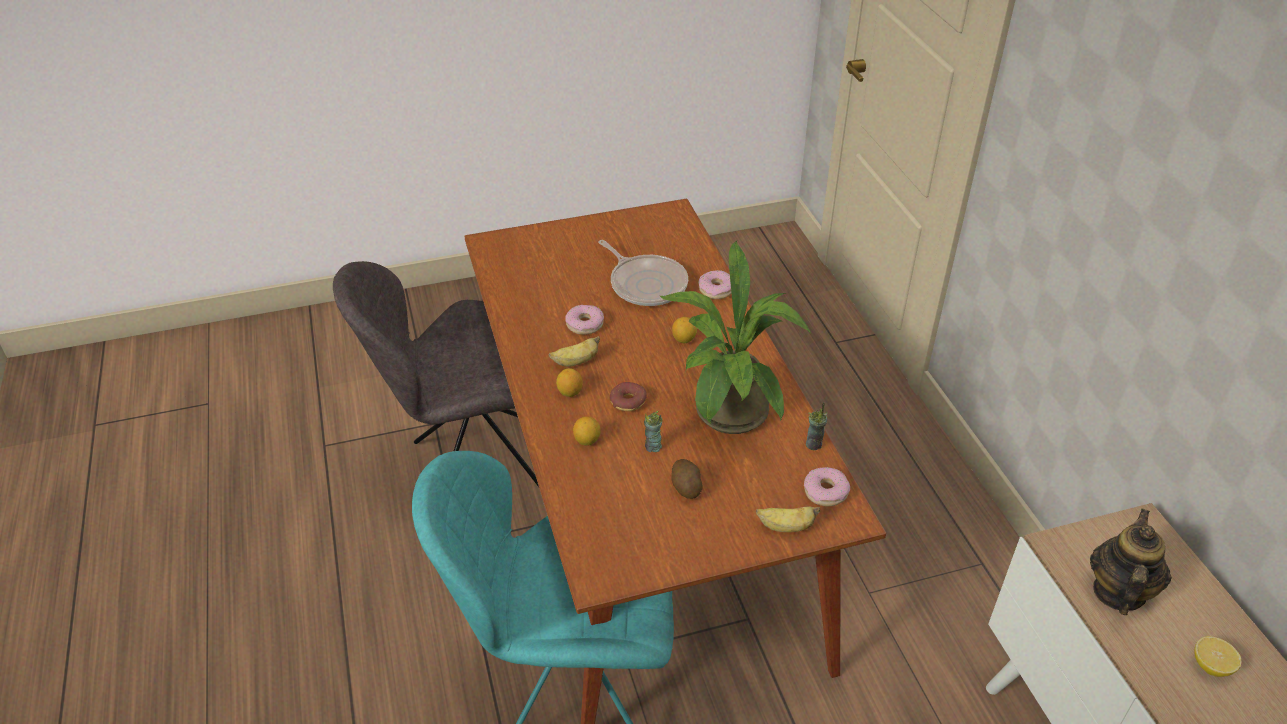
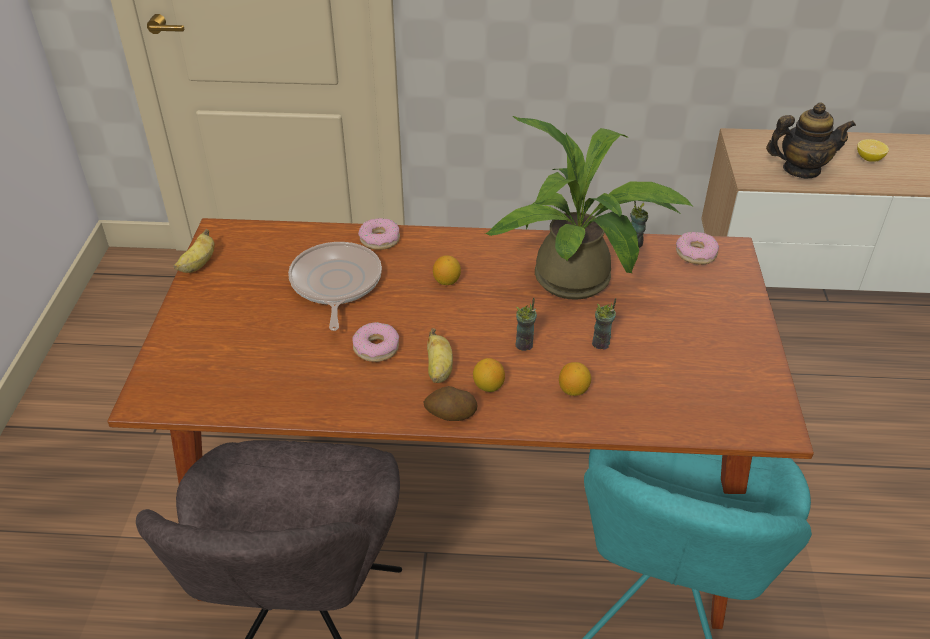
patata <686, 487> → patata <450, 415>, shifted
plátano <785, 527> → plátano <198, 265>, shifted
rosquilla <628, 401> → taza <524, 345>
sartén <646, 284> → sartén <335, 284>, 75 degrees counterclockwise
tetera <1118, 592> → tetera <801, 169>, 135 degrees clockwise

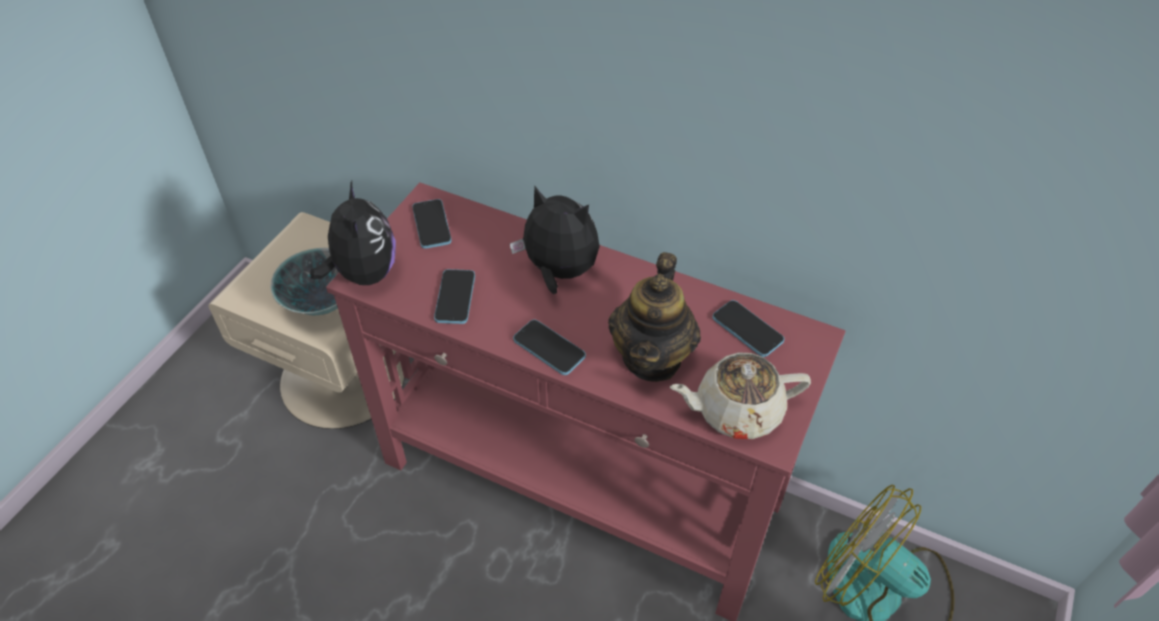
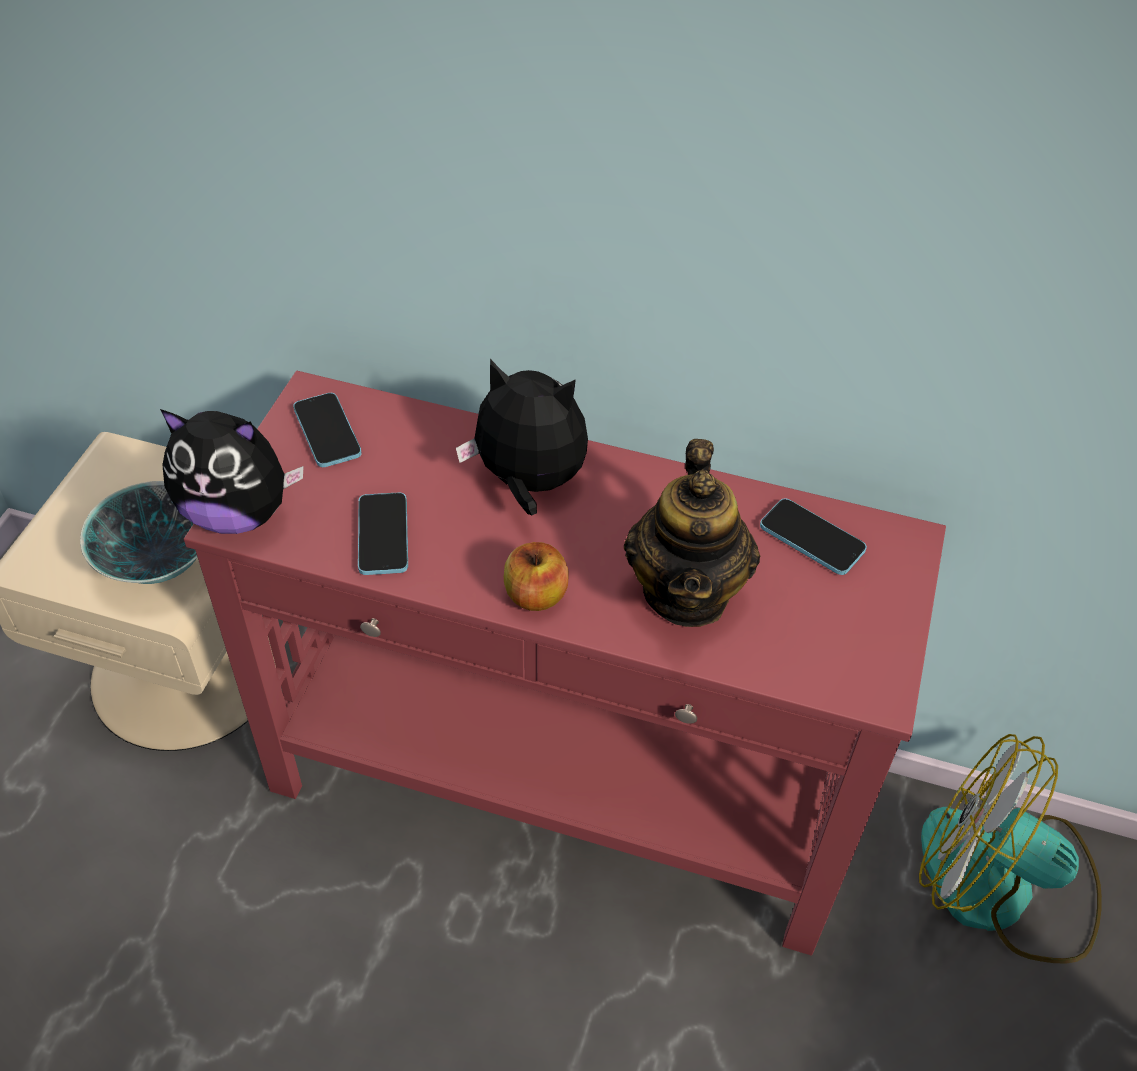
tetera/beis <736, 411> → -
móvil <549, 348> → manzana <536, 595>
peluche <363, 273> → peluche <238, 513>, 120 degrees clockwise

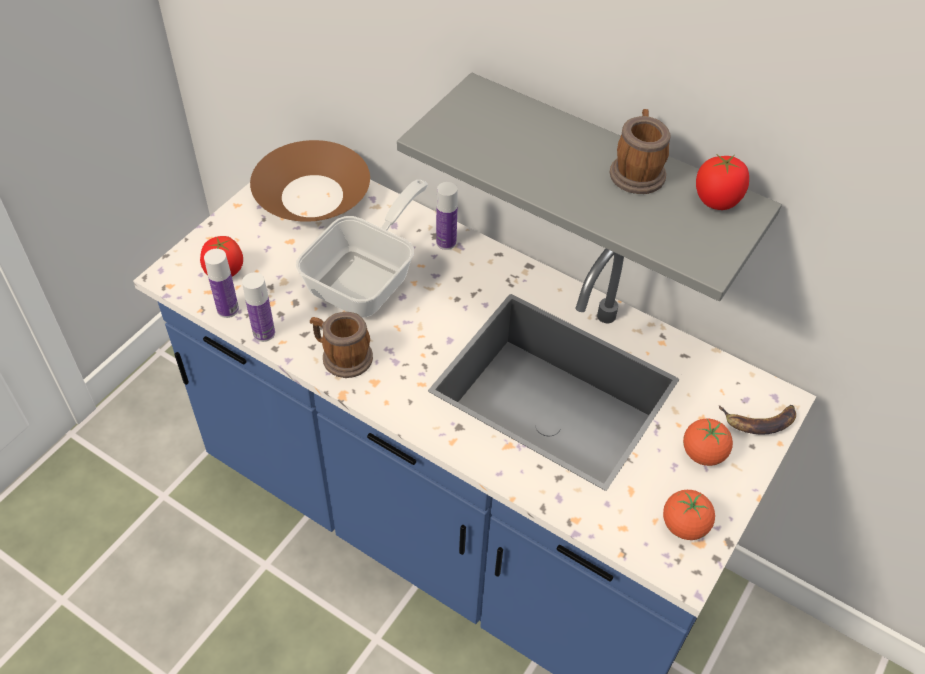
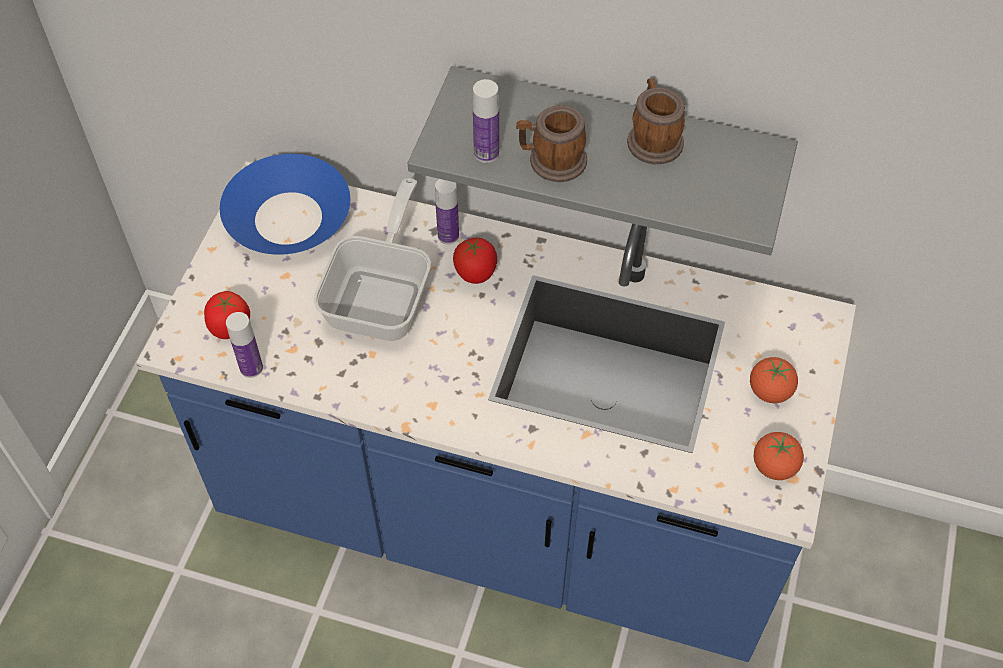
plátano <759, 421> → -
botella <264, 333> → botella <486, 153>, shifted
taza grande <342, 356> → taza grande <551, 161>, shifted
tomate <717, 201> → tomate <476, 273>, shifted
cuenco/marrón <313, 195> → cuenco/azul <289, 217>

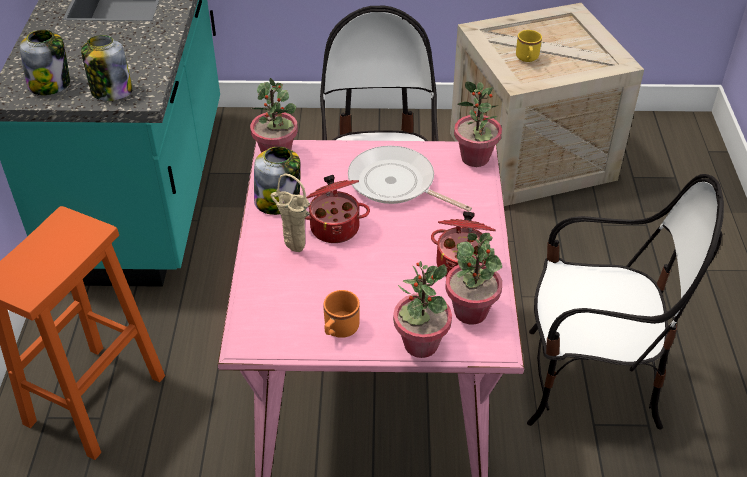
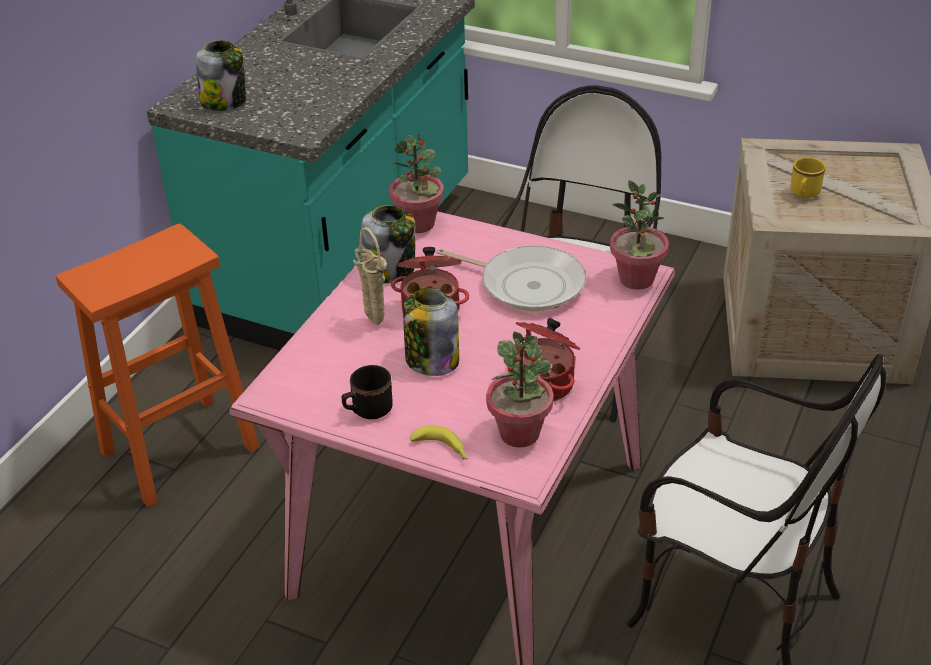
tarro <111, 91> → tarro <431, 360>, shifted
planta en maceta <420, 344> → plátano <442, 449>
taza grande/naranja <339, 330> → taza grande/negro <367, 411>
sartén <396, 184> → sartén <527, 284>, 150 degrees clockwise

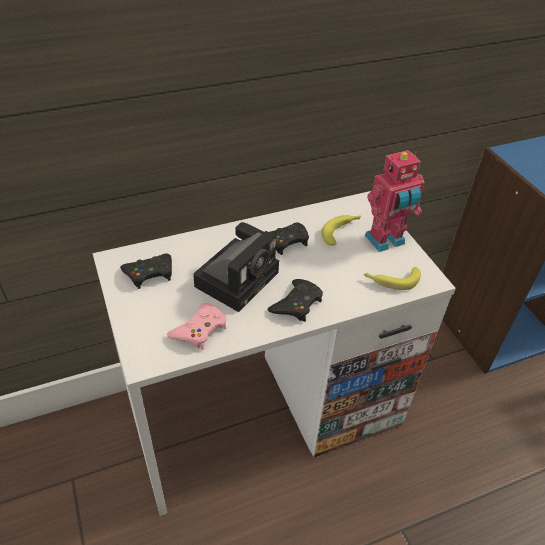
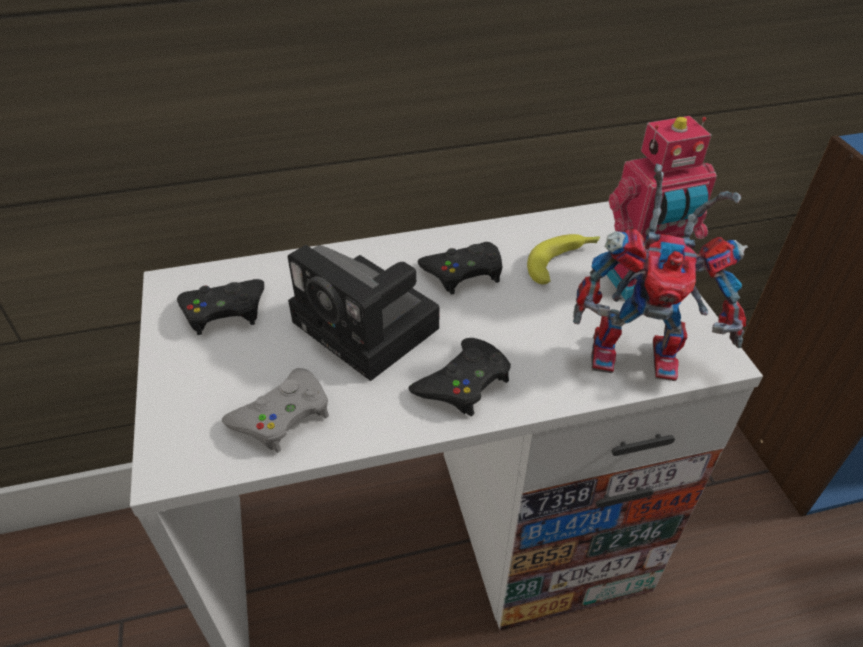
plátano <391, 280> → robot de juguete <641, 352>
mando de consola/rosa <199, 330> → mando de consola/gris <282, 415>
cámara <238, 277> → cámara <371, 327>, 90 degrees clockwise

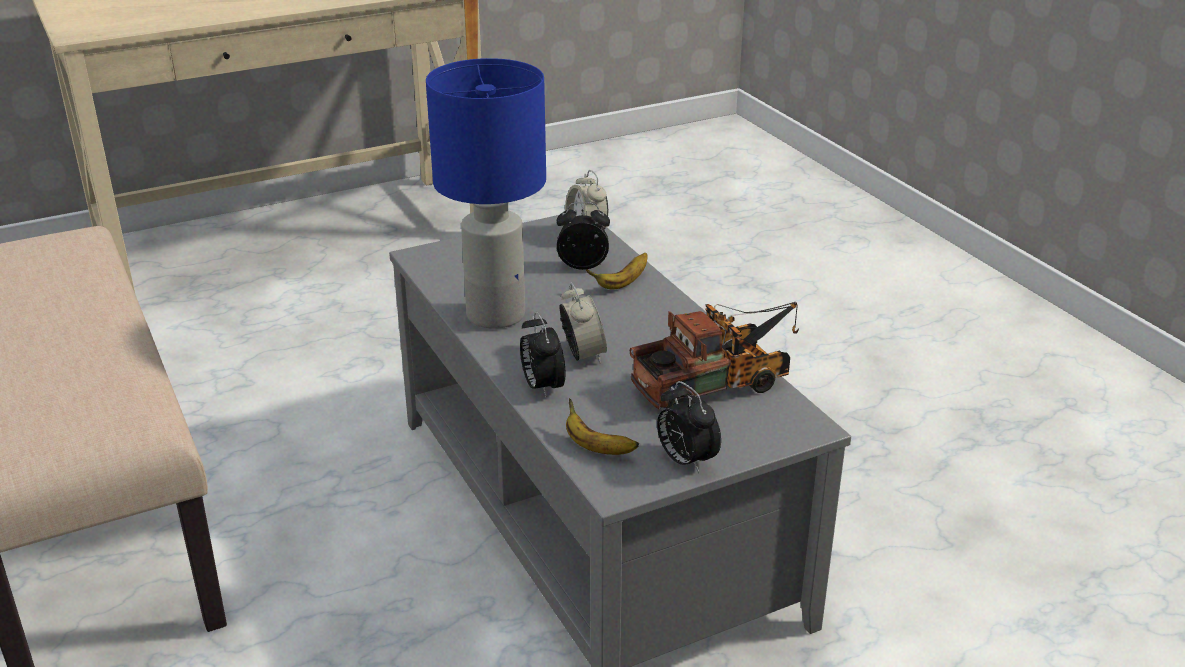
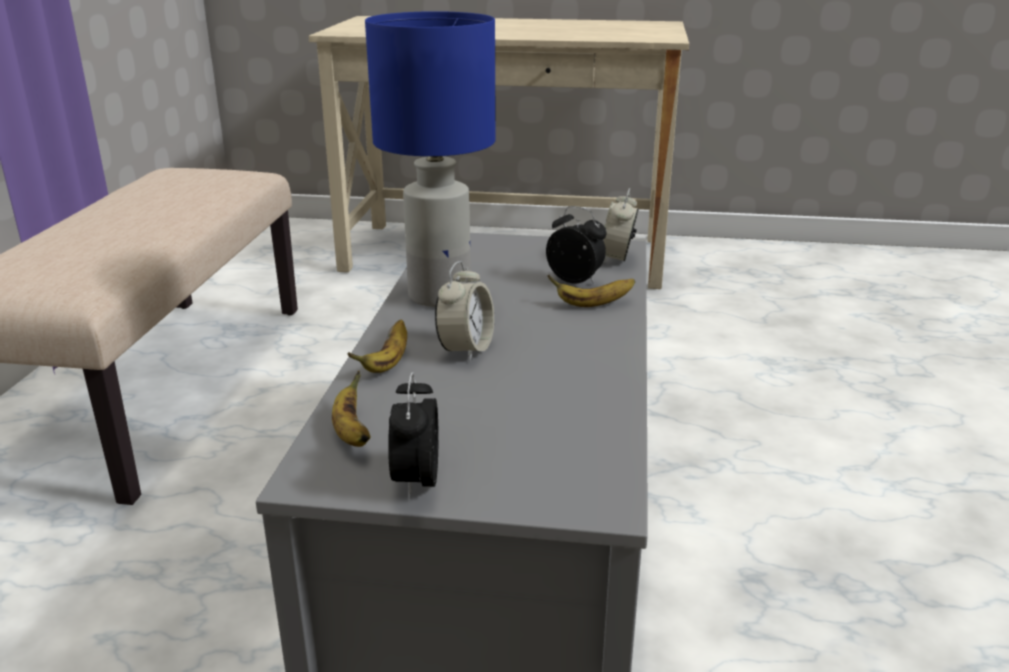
camión de juguete <719, 384> → -
despertador <542, 387> → plátano <387, 363>

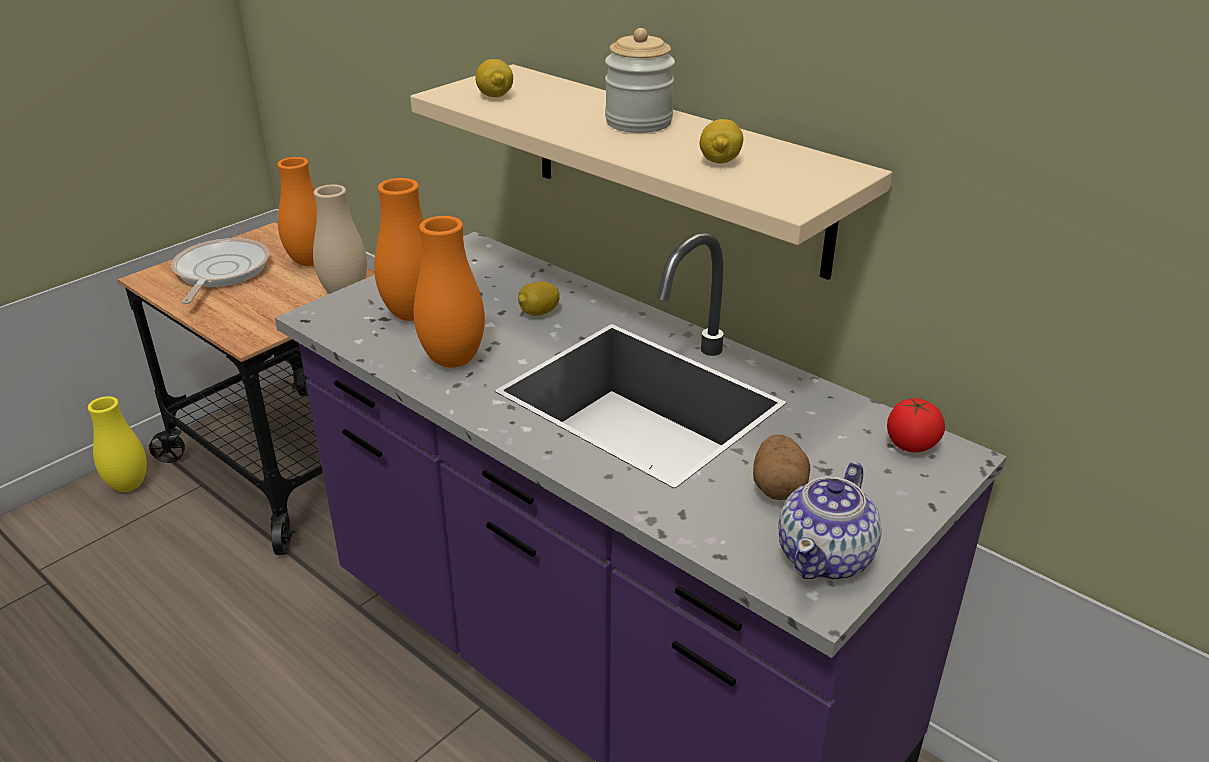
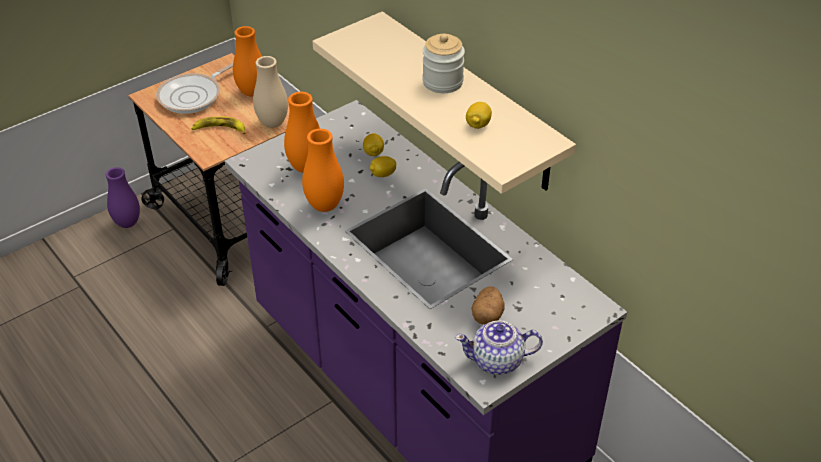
tomate <911, 444> → -
- → plátano <219, 129>
limón <495, 96> → limón <373, 153>, shifted
florero/amarillo <129, 485> → florero/morado <127, 223>
sartén <219, 272> → sartén <193, 96>, 150 degrees counterclockwise
tetera <826, 557> → tetera <497, 361>, 45 degrees clockwise

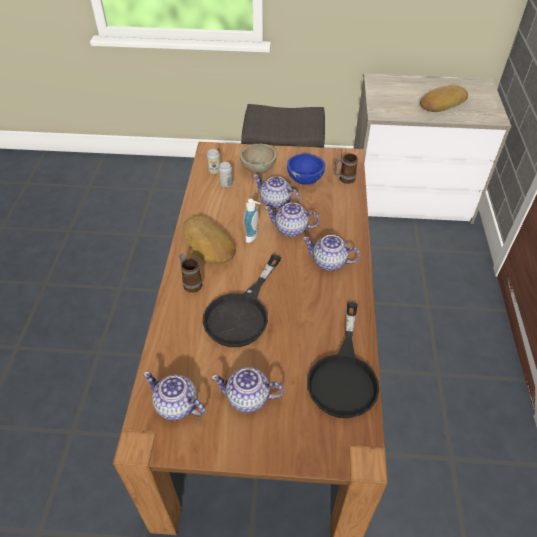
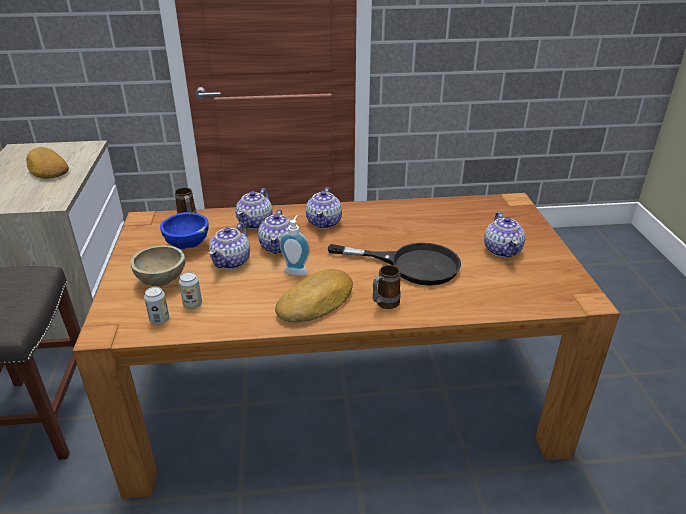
sartén/negro <344, 375> → -
tetera <177, 406> → tetera <256, 223>, shifted

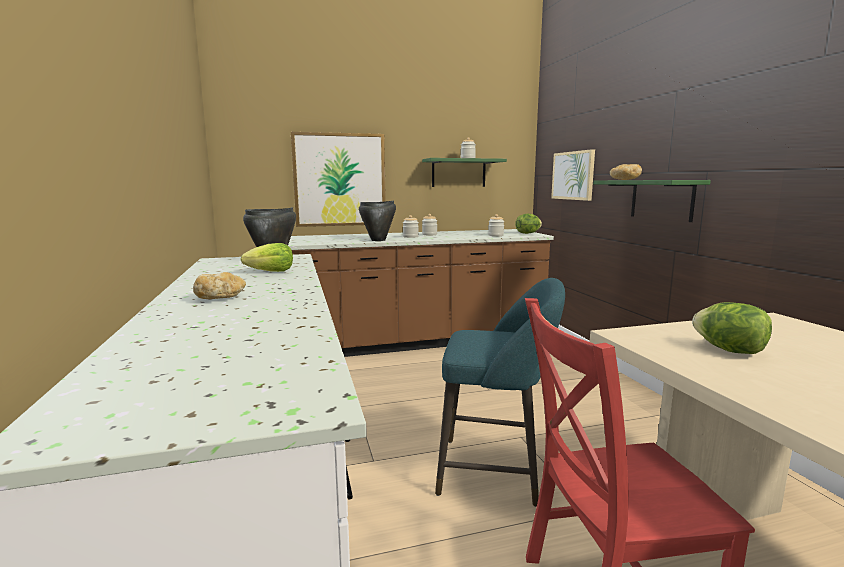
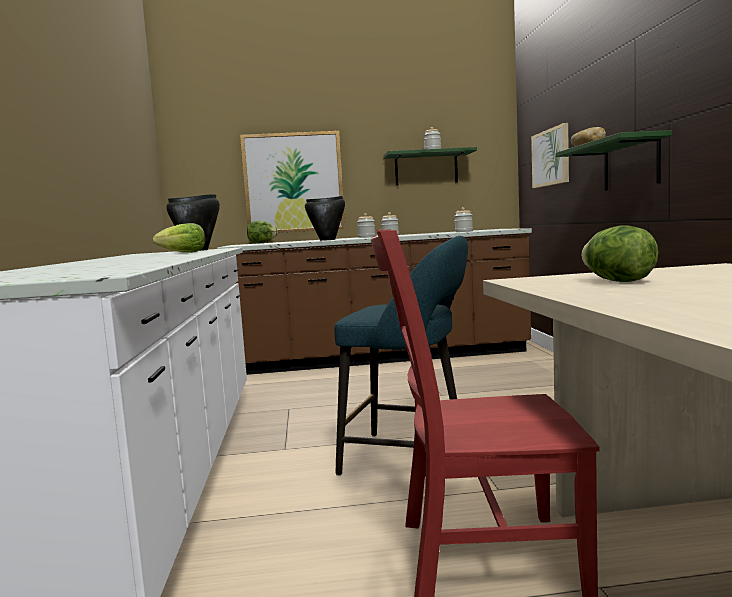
pan <220, 297> → -
lechuga <528, 233> → lechuga <262, 243>, shifted

